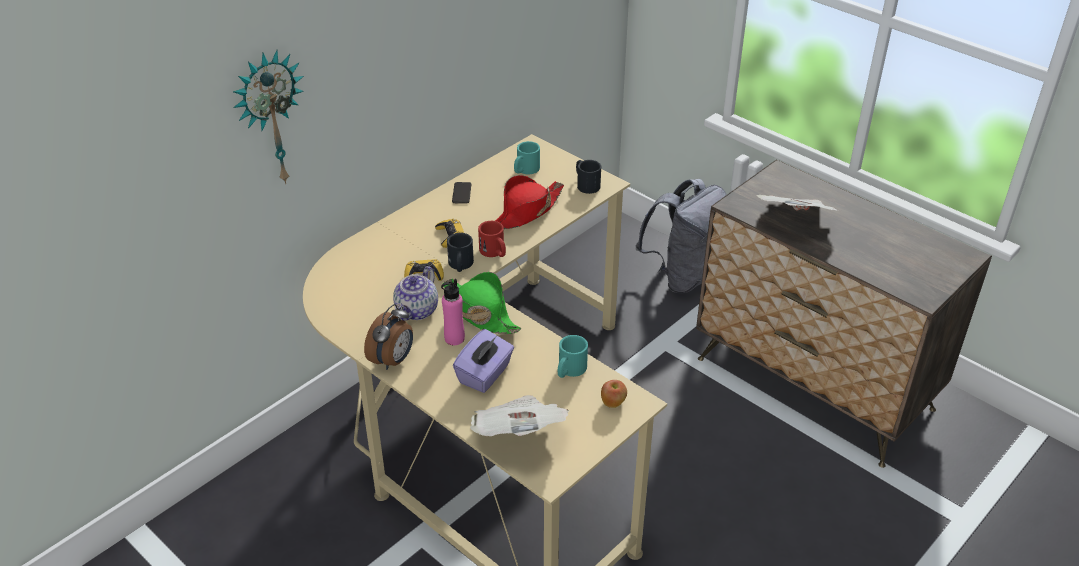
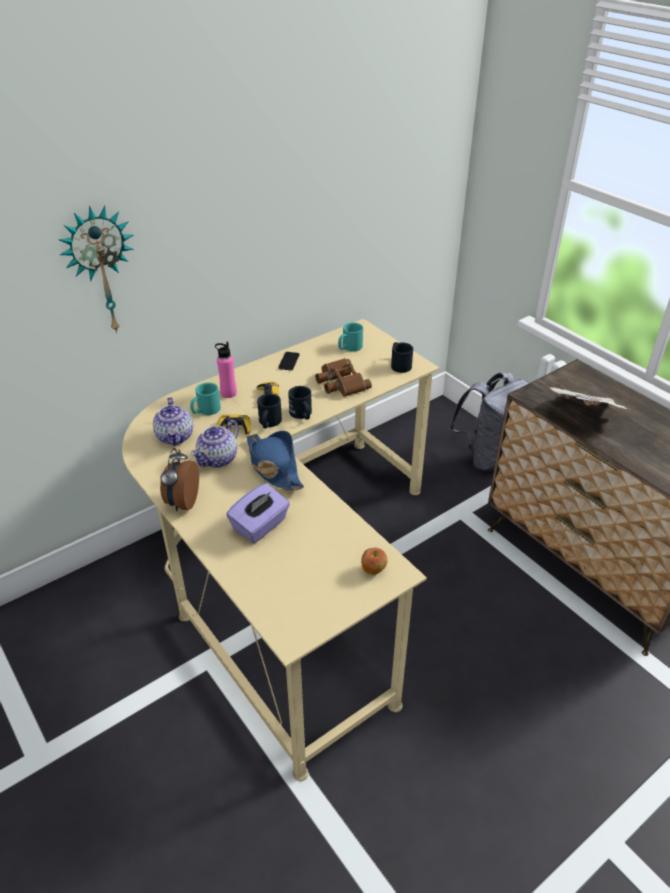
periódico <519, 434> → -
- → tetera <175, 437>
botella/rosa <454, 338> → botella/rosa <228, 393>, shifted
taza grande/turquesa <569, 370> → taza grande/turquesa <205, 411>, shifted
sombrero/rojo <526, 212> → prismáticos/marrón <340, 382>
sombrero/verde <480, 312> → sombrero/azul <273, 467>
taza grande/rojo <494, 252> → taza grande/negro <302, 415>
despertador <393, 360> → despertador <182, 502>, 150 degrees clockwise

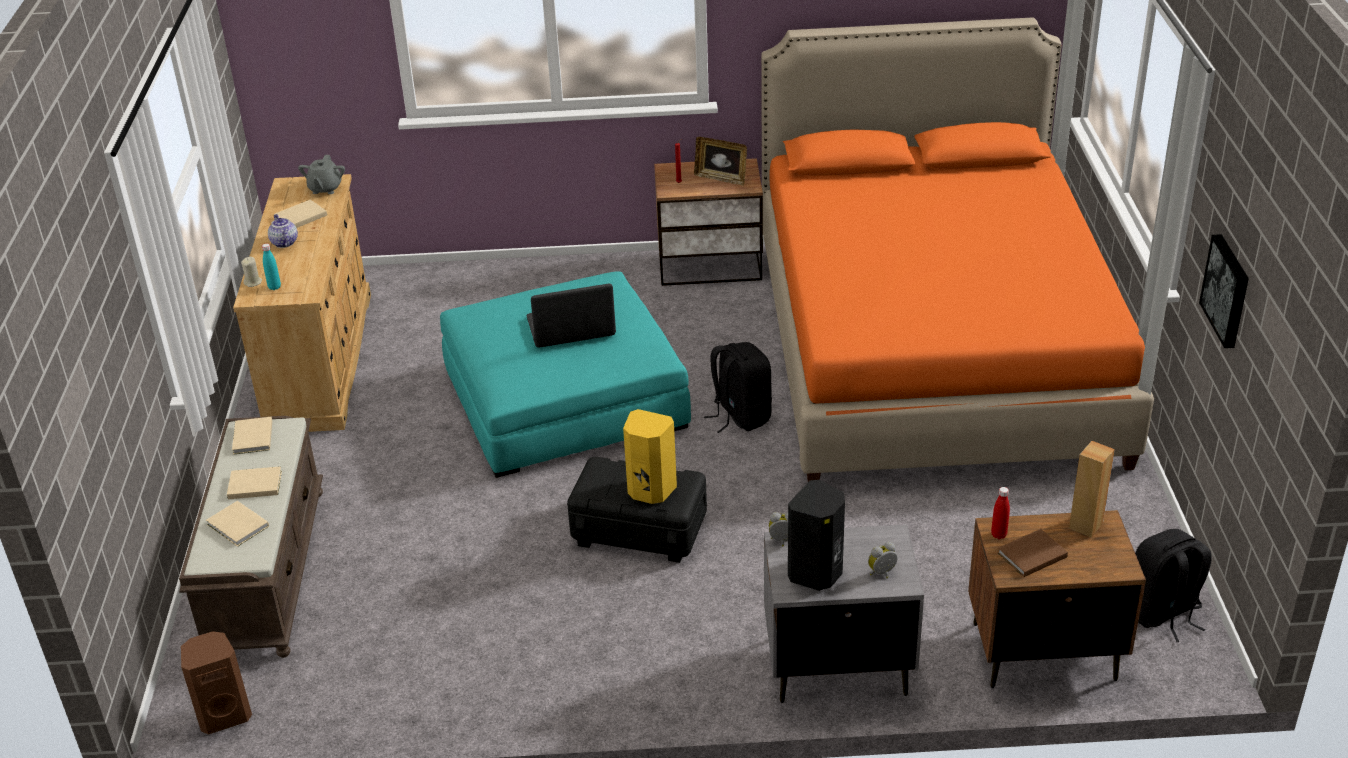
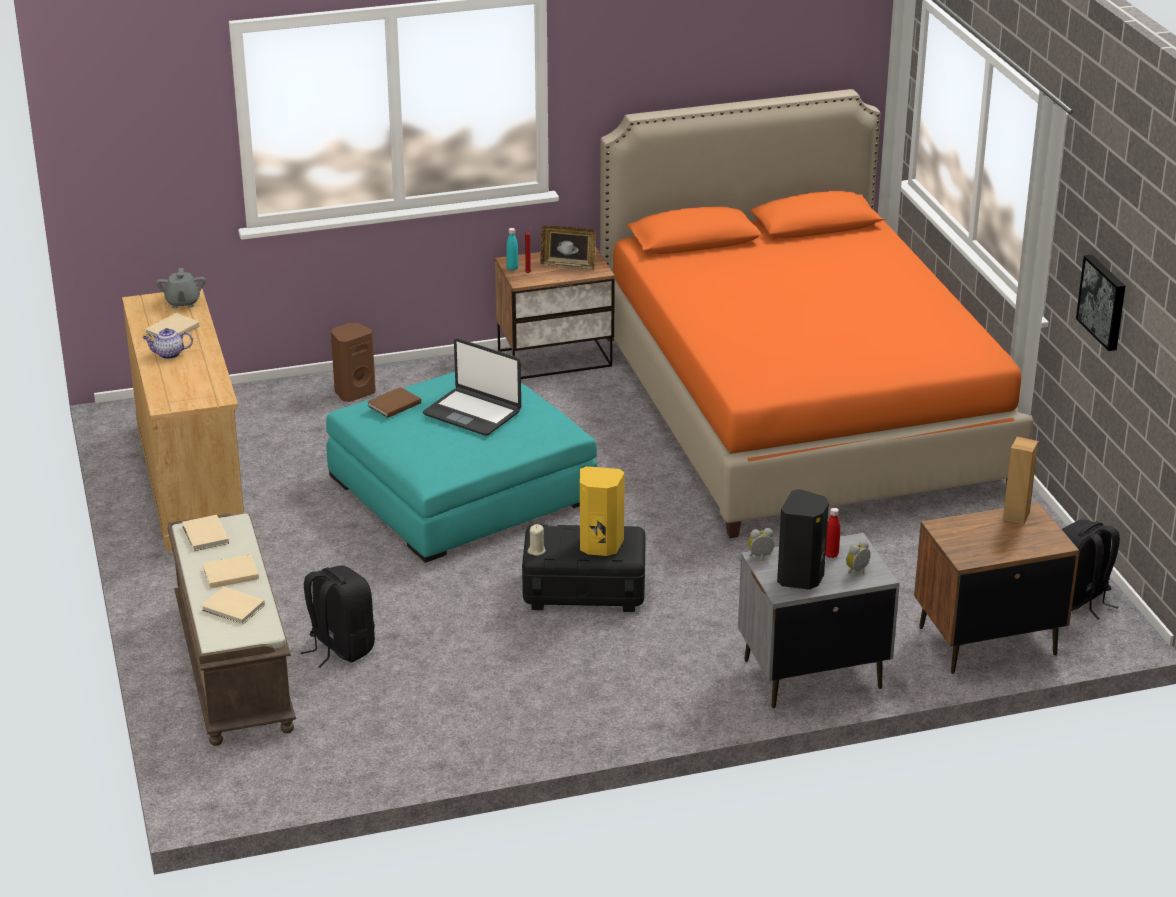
altavoz/marrón <224, 714> → altavoz/marrón <354, 392>, shifted
vela/beis <253, 282> → vela/beis <536, 551>, shifted
botella/turquesa <274, 287> → botella/turquesa <512, 268>, shifted
mochila/negro <740, 416> → mochila/negro <340, 648>, shifted
botella/rojo <998, 535> → botella/rojo <831, 554>, shifted
libro/marrón <1030, 555> → libro/marrón <392, 404>, shifted
tetera <284, 242> → tetera <168, 354>, 60 degrees counterclockwise
portátil <571, 328> → portátil <473, 413>, 120 degrees counterclockwise

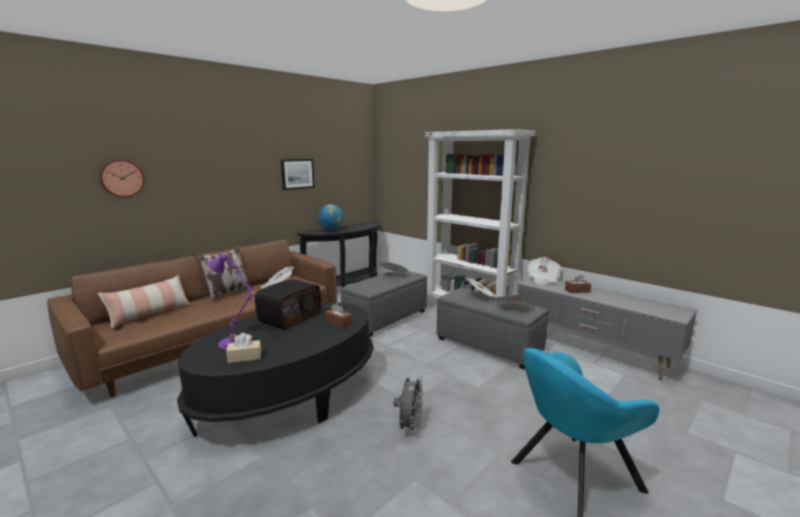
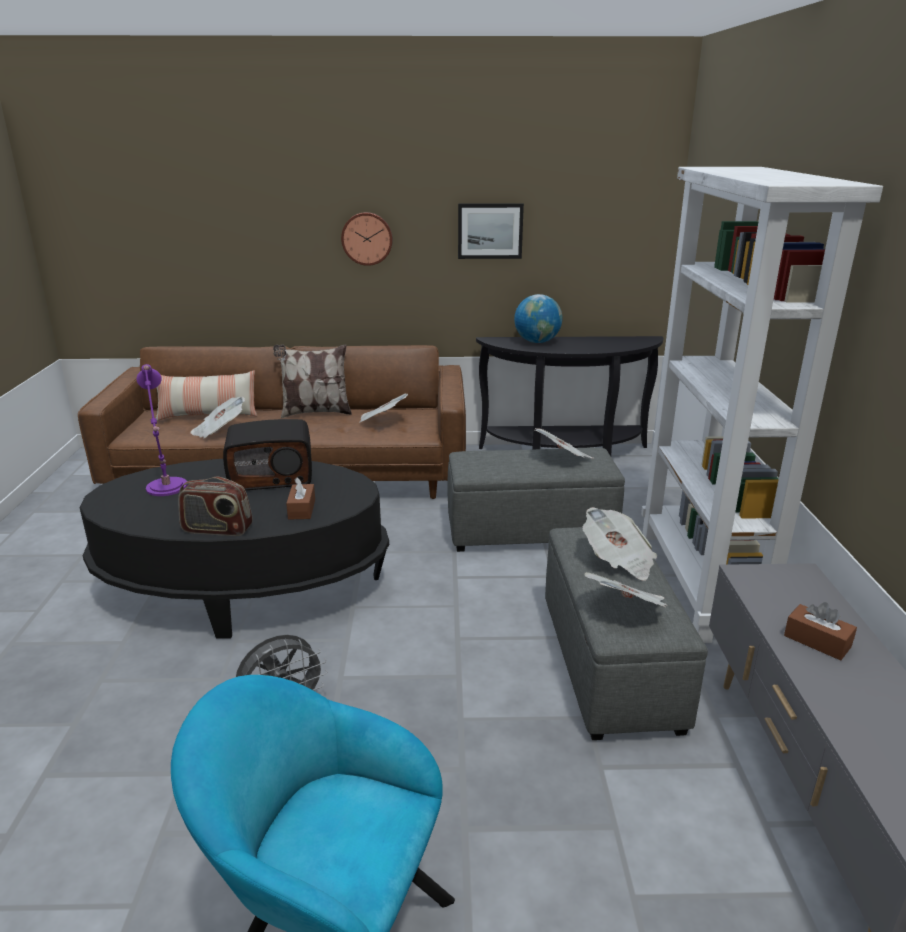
caja de pañuelos/beis <244, 357> → -
- → radio <217, 529>
reloj de pared <121, 178> → reloj de pared <367, 238>, shifted
periódico <542, 279> → periódico <219, 431>, shifted

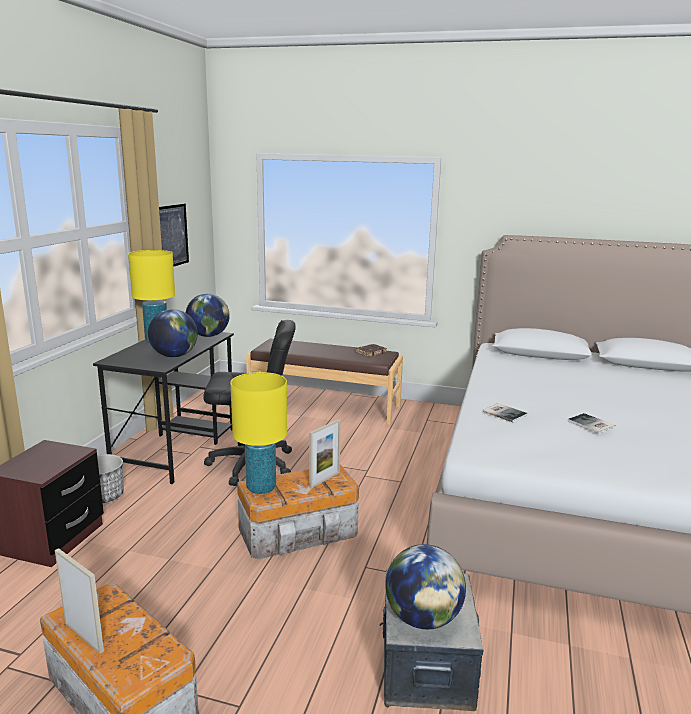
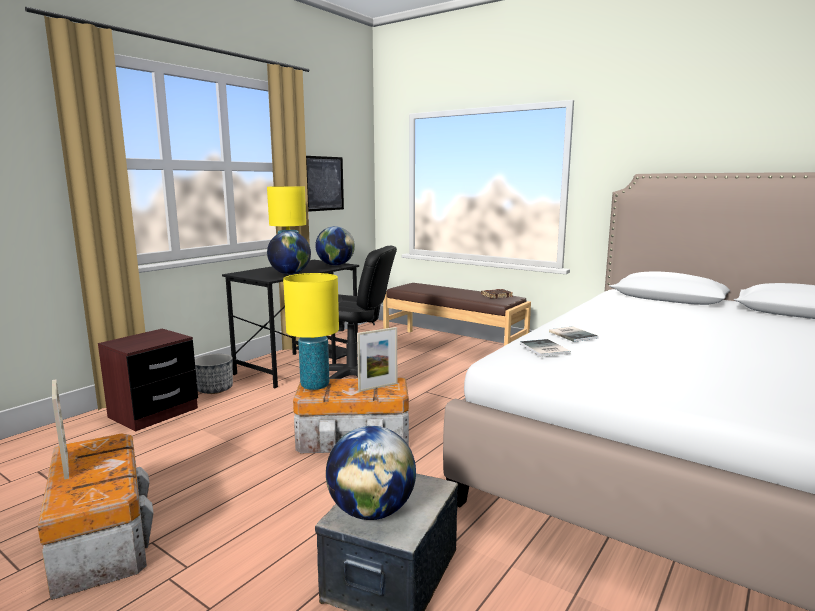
libro <591, 425> → libro <543, 349>, shifted

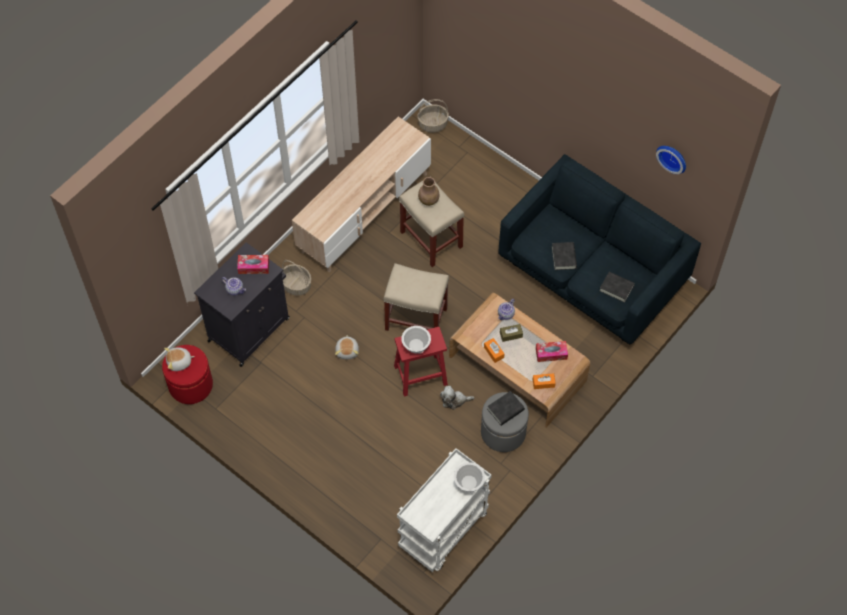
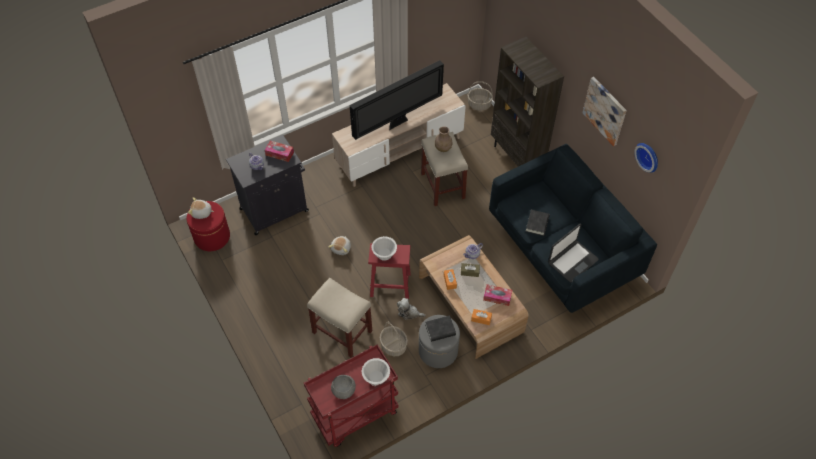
- → cuenco/gris <344, 390>
- → televisor <398, 122>
- → estantería/marrón <517, 157>
- → cuadro <605, 111>
cesta <296, 285> → cesta <393, 345>, shifted
taburete/beis <417, 319> → taburete/beis <343, 332>, shifted
libro/negro <616, 288> → portátil <572, 261>
carrito/blanco <443, 531> → carrito/rojo <355, 415>

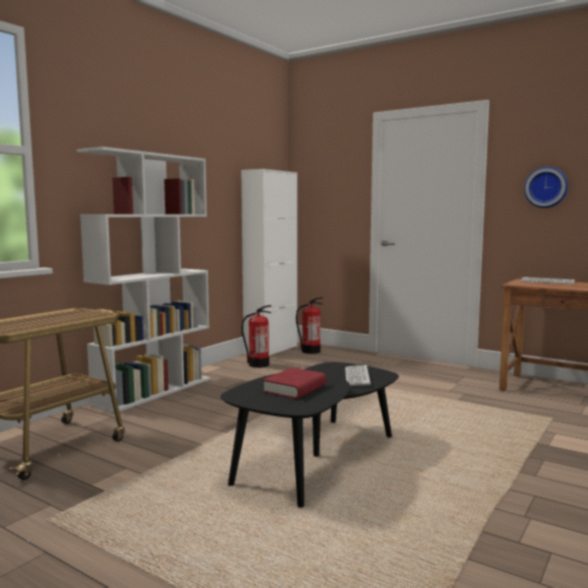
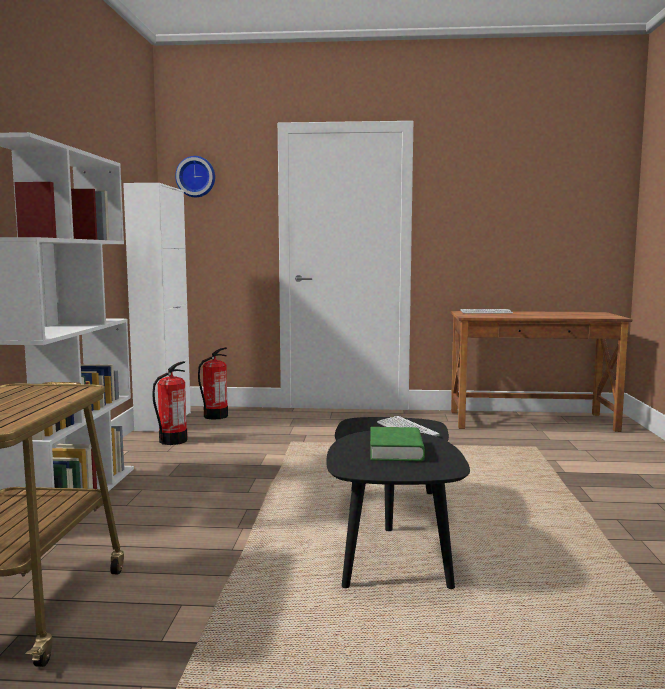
reloj de pared <546, 187> → reloj de pared <196, 177>, shifted
libro/rojo <295, 388> → libro/verde <396, 450>

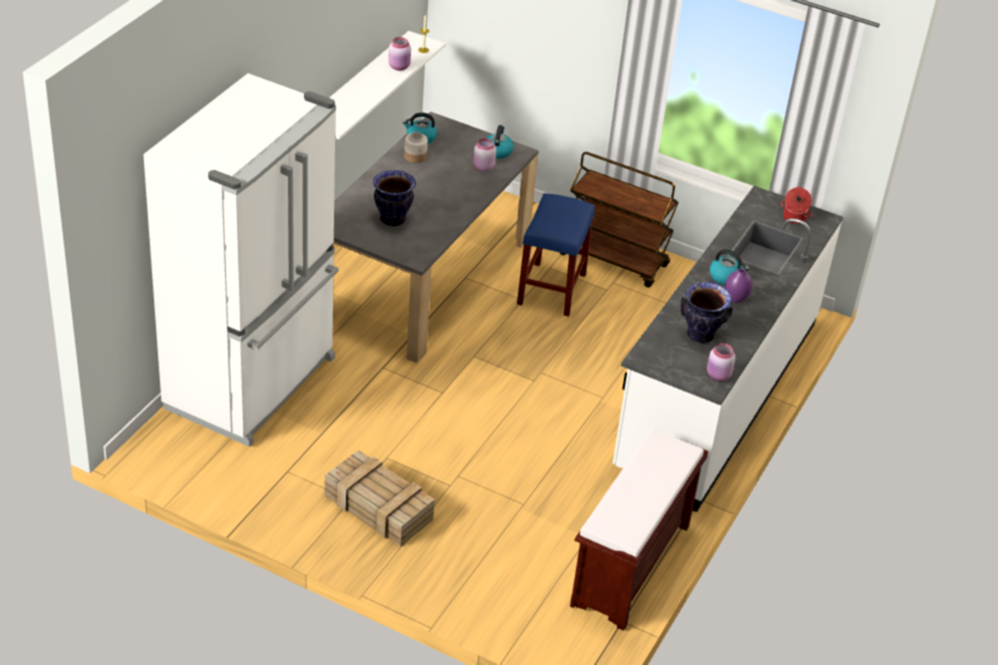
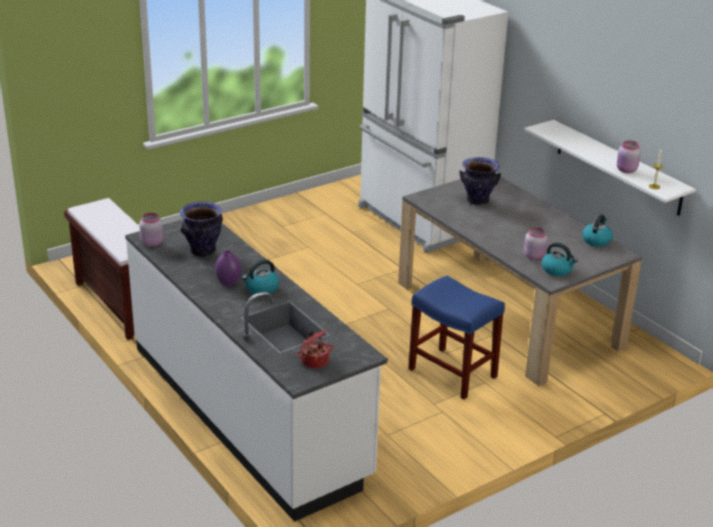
caja de embalaje <376, 507> → -
tarro <415, 156> → -
carrito/marrón <615, 260> → -

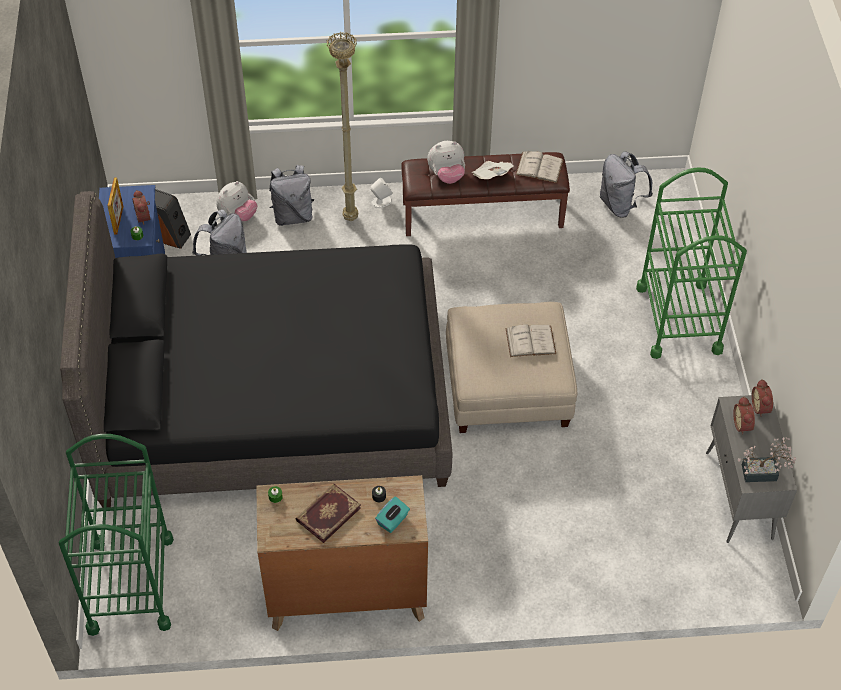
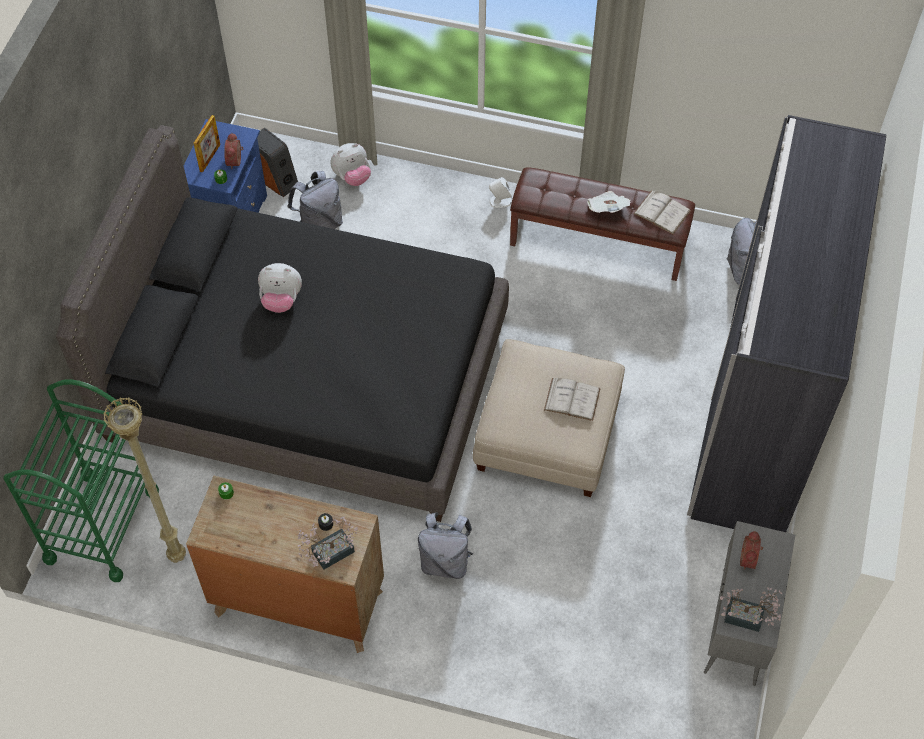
libro <327, 513> → -
despertador <761, 407> → -
mochila/gris <293, 216> → mochila/gris <445, 561>, shifted
lámpara de pie/beis <349, 218> → lámpara de pie/beis <176, 557>, shifted
peluche <446, 175> → peluche <281, 300>, shifted
caja de pañuelos/turquesa <393, 521> → planta en maceta <328, 554>
carrito/verde <678, 319> → armario ropero/gris <757, 415>

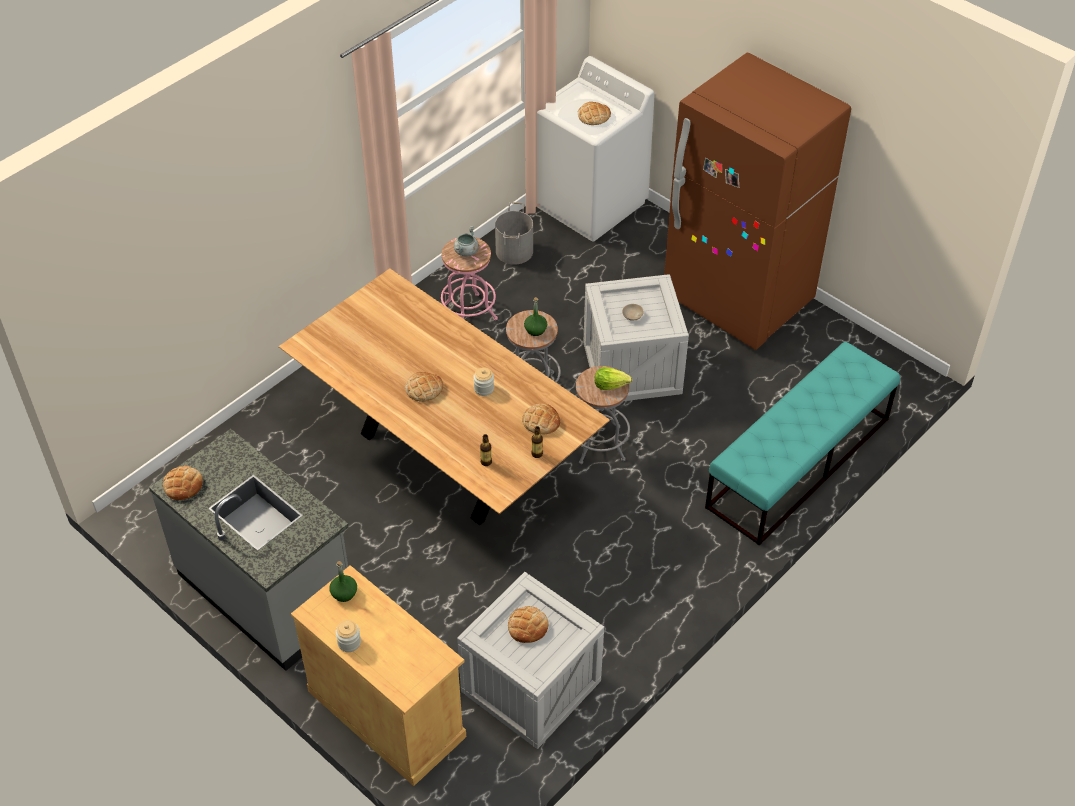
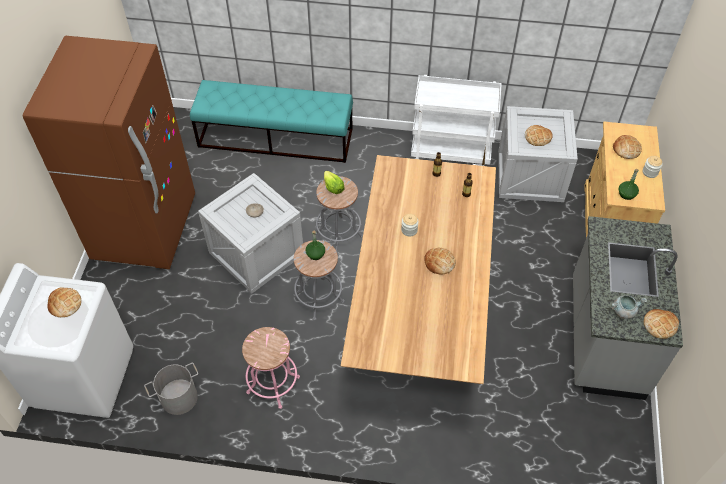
- → carrito/blanco <451, 153>
olla/gris <466, 252> → olla/gris <623, 311>, shifted
pan <541, 421> → pan <626, 149>, shifted

